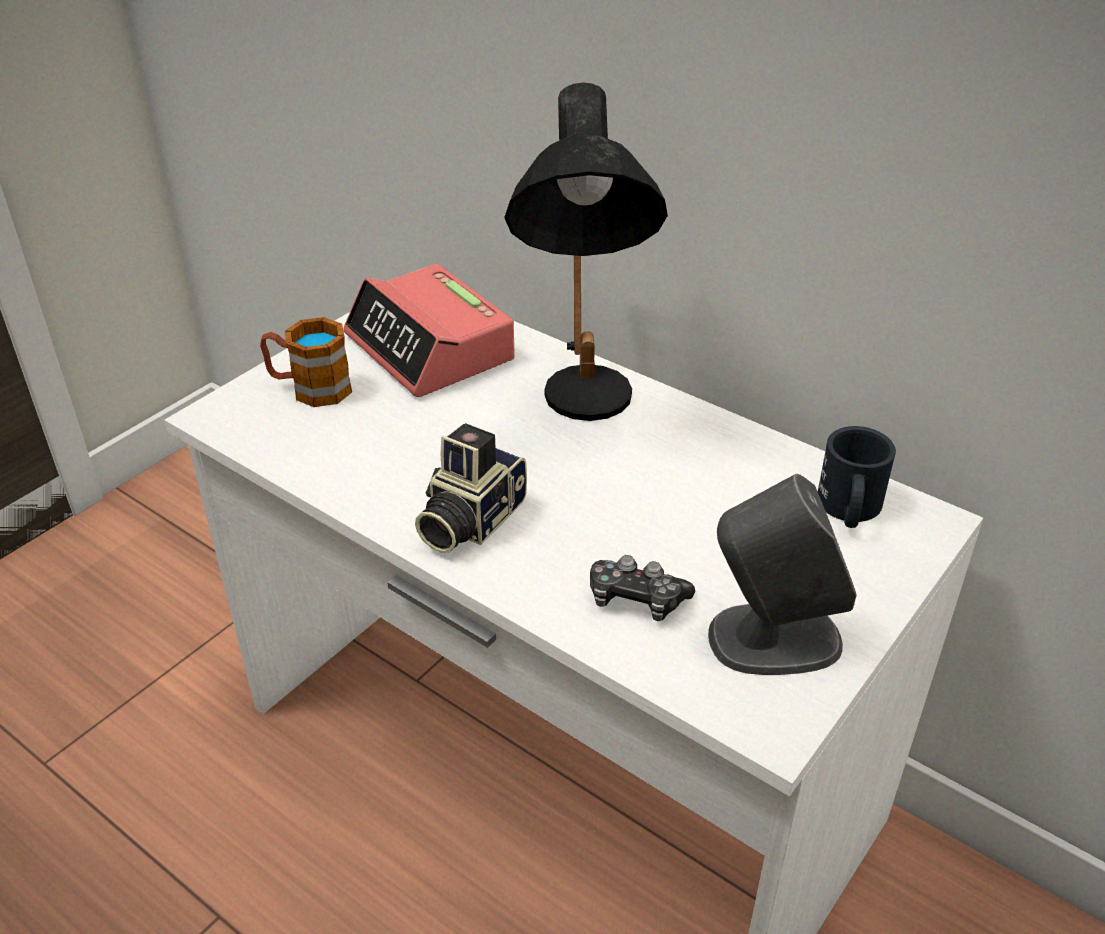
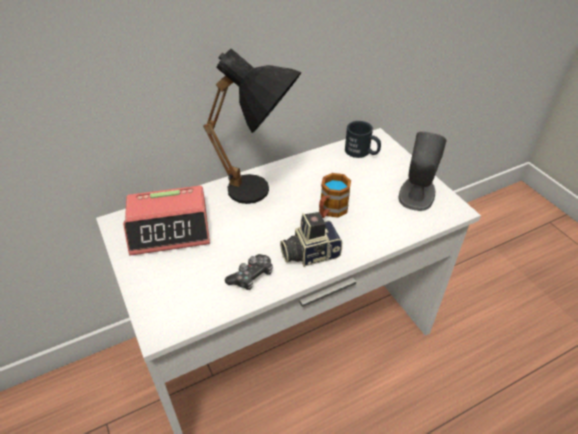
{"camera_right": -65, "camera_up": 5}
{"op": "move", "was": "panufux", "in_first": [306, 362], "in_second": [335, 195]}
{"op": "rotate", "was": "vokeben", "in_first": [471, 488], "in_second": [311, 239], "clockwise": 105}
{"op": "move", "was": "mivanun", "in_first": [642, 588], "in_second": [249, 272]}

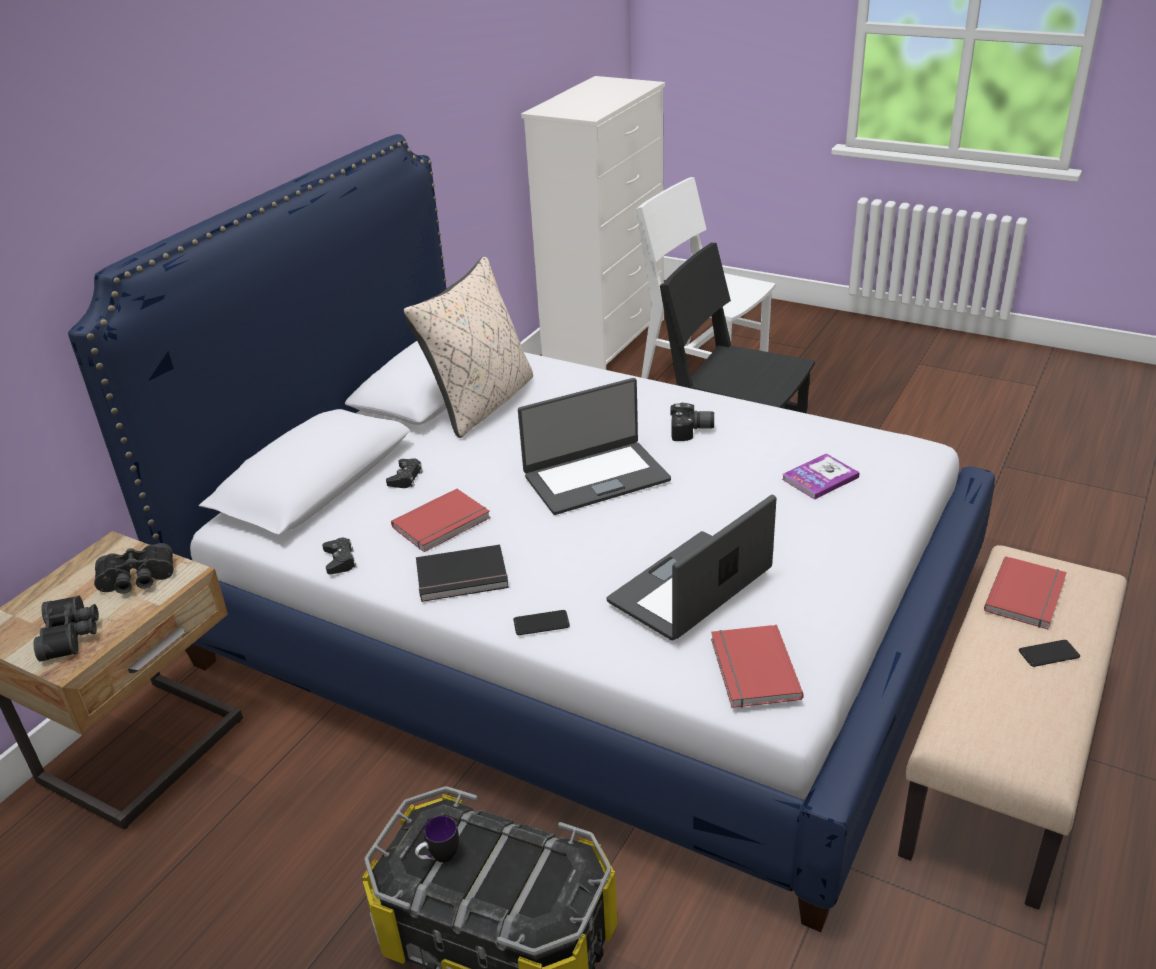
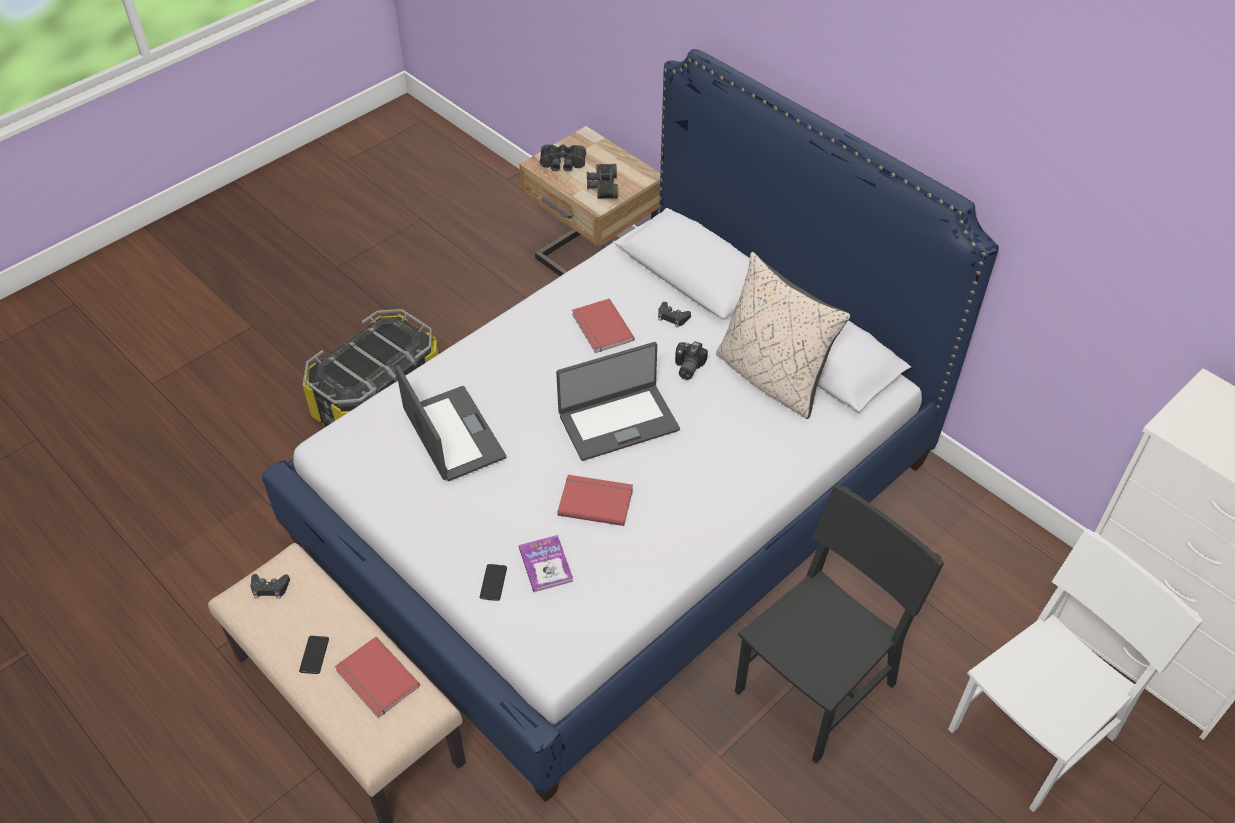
{"camera_right": 105, "camera_up": 15}
{"op": "move", "was": "mivanun (black)", "in_first": [339, 556], "in_second": [270, 586]}
{"op": "delete", "was": "panufux", "in_first": [437, 839]}
{"op": "delete", "was": "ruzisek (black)", "in_first": [462, 573]}
{"op": "move", "was": "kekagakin", "in_first": [541, 622], "in_second": [493, 582]}
{"op": "rotate", "was": "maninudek", "in_first": [594, 446], "in_second": [618, 401], "clockwise": -105}
{"op": "move", "was": "vokeben", "in_first": [692, 422], "in_second": [691, 360]}
{"op": "move", "was": "ruzisek (red)", "in_first": [757, 666], "in_second": [595, 500]}

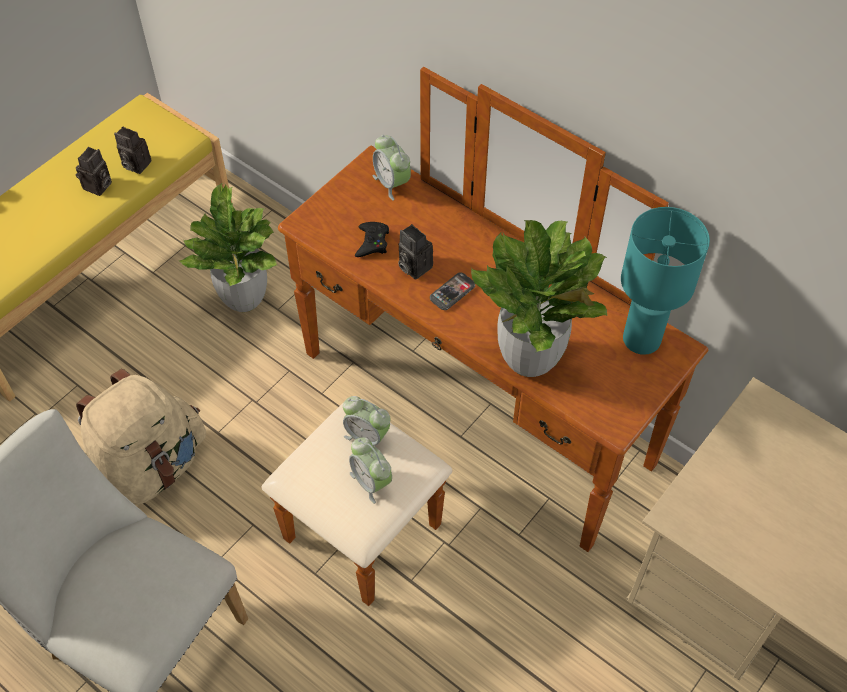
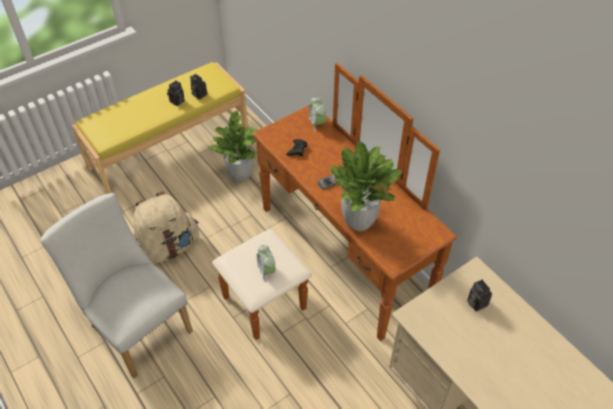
{"camera_right": 15, "camera_up": -5}
{"op": "delete", "was": "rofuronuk", "in_first": [366, 421]}
{"op": "move", "was": "vokeben", "in_first": [415, 251], "in_second": [479, 295]}
{"op": "delete", "was": "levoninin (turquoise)", "in_first": [665, 281]}

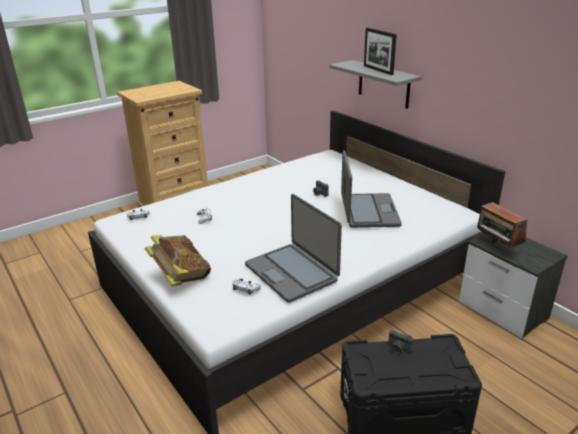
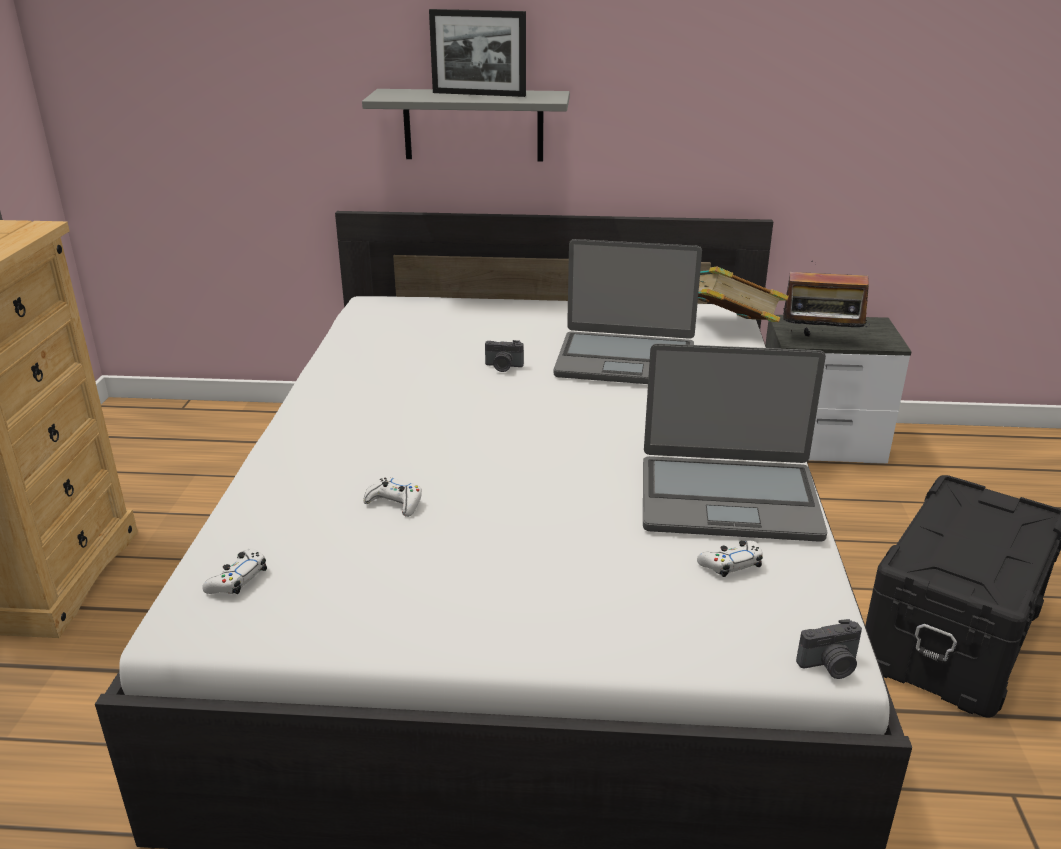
{"camera_right": -50, "camera_up": 0}
{"op": "move", "was": "ruzisek", "in_first": [178, 261], "in_second": [743, 294]}
{"op": "rotate", "was": "maninudek", "in_first": [371, 189], "in_second": [628, 311], "clockwise": 150}
{"op": "move", "was": "vokeben", "in_first": [401, 342], "in_second": [829, 649]}

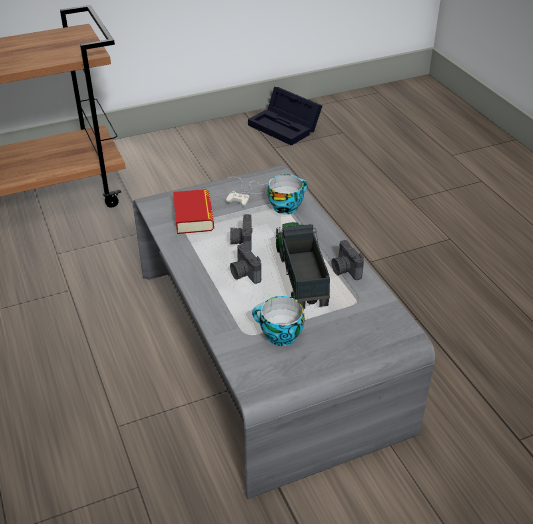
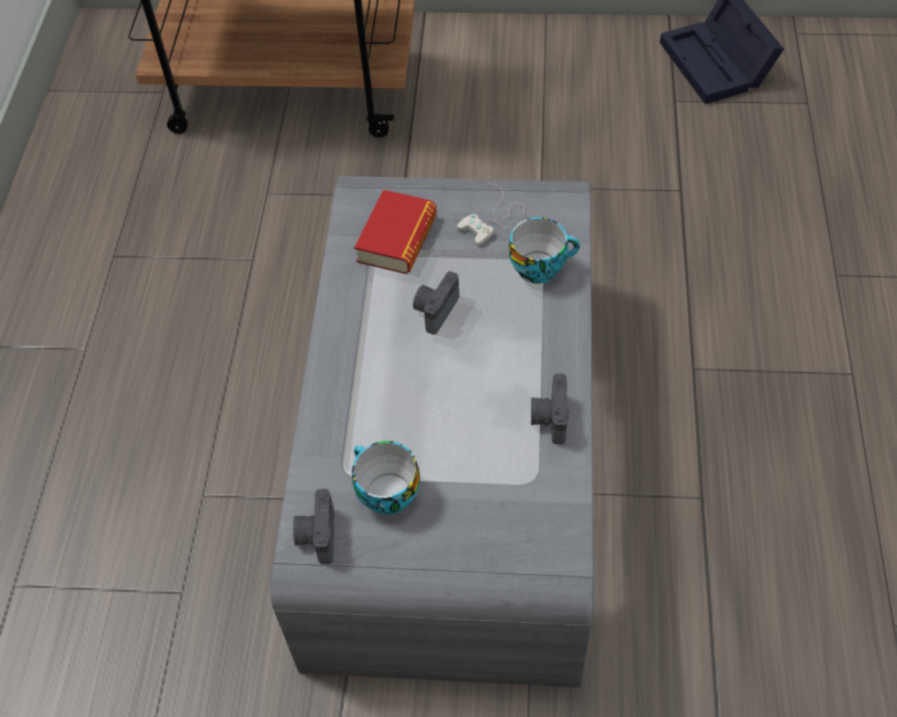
{"camera_right": 30, "camera_up": 15}
{"op": "move", "was": "vokeben", "in_first": [245, 264], "in_second": [313, 526]}
{"op": "delete", "was": "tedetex", "in_first": [303, 265]}

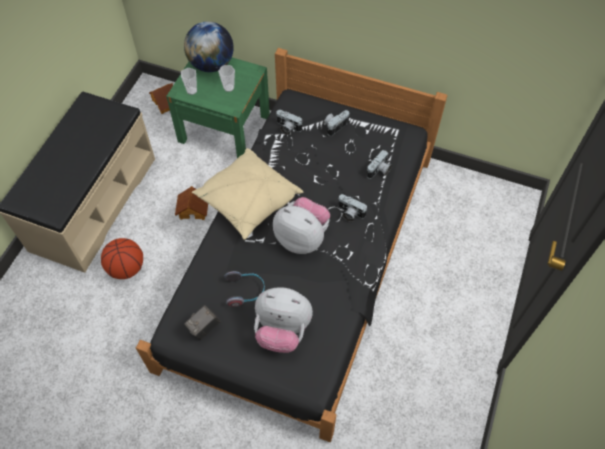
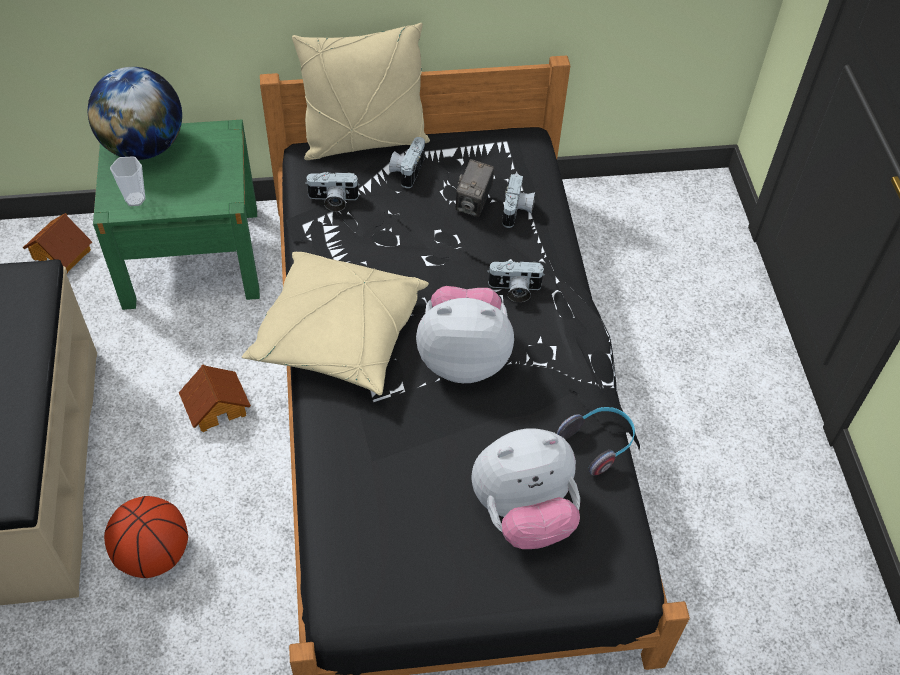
{"camera_right": -30, "camera_up": -5}
{"op": "move", "was": "vokeben", "in_first": [203, 322], "in_second": [474, 188]}
{"op": "delete", "was": "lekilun", "in_first": [226, 78]}
{"op": "move", "was": "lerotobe", "in_first": [244, 289], "in_second": [596, 441]}
{"op": "insert", "now": "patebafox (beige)", "in_second": [361, 91]}

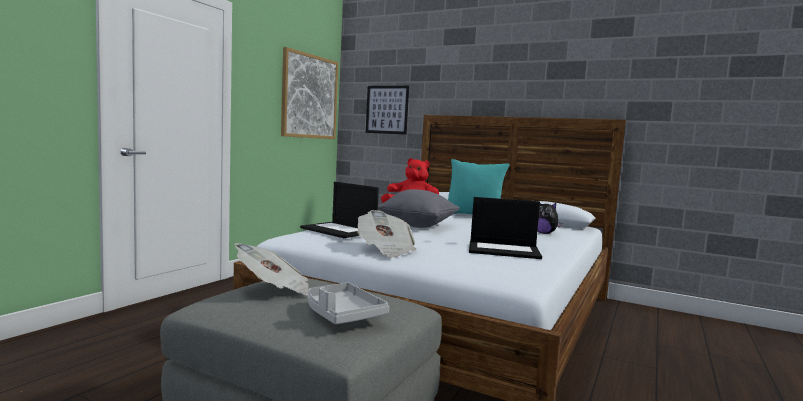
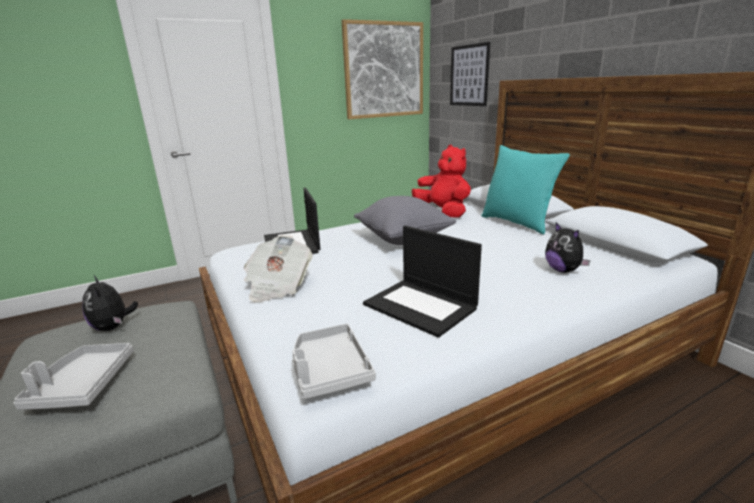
{"camera_right": 35, "camera_up": 15}
{"op": "replace", "was": "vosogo", "now": "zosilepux", "in_first": [271, 269], "in_second": [110, 303]}
{"op": "insert", "now": "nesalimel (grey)", "in_second": [334, 361]}

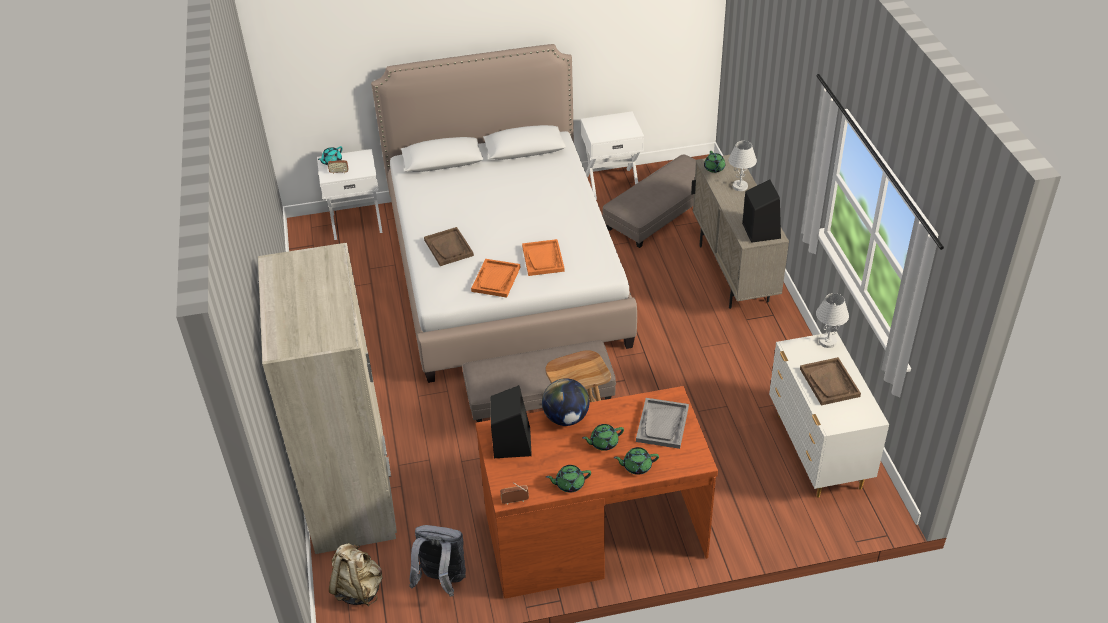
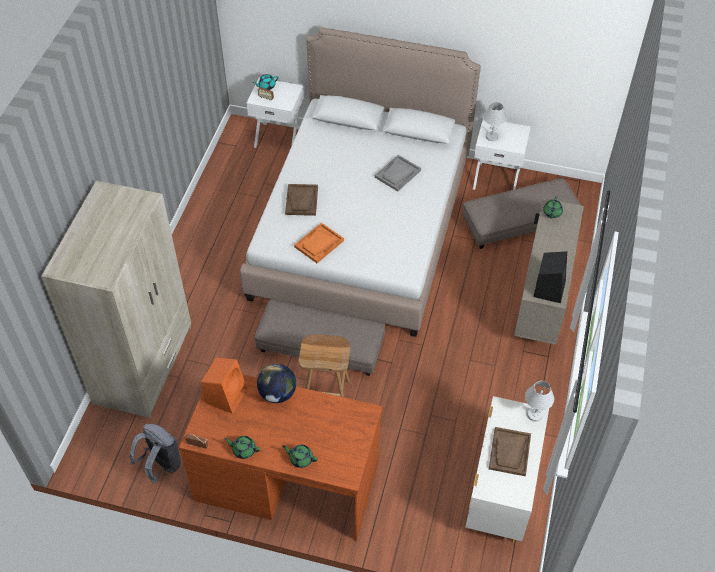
{"camera_right": 25, "camera_up": 10}
{"op": "delete", "was": "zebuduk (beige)", "in_first": [356, 574]}
{"op": "recolor", "was": "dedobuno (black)", "now": "dedobuno (orange)", "in_first": [511, 421], "in_second": [224, 385]}
{"op": "delete", "was": "nesalimel (orange)", "in_first": [543, 257]}
{"op": "delete", "was": "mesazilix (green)", "in_first": [603, 437]}
{"op": "move", "was": "nesalimel (grey)", "in_first": [662, 423], "in_second": [398, 173]}
{"op": "move", "was": "levoninin (white)", "in_first": [742, 166], "in_second": [495, 121]}

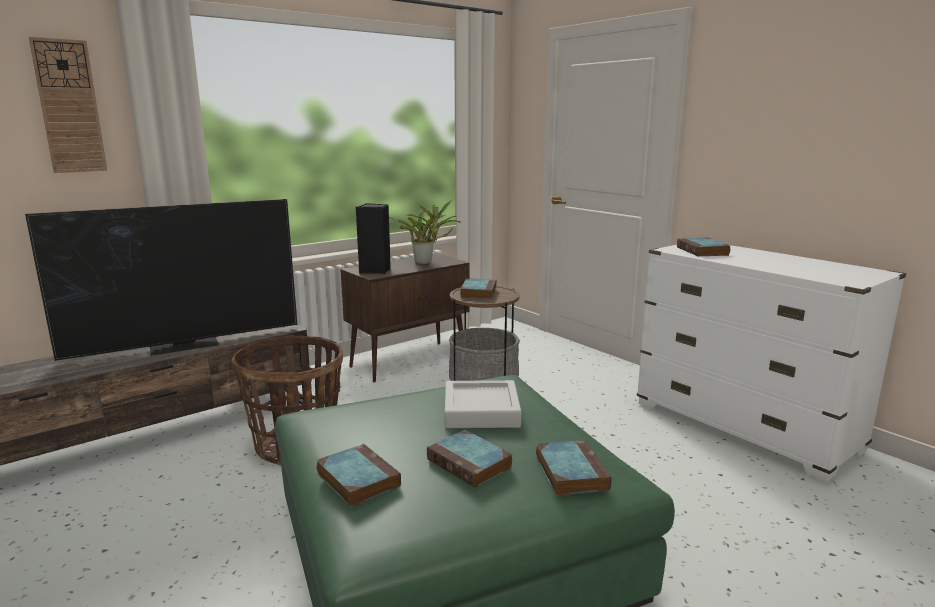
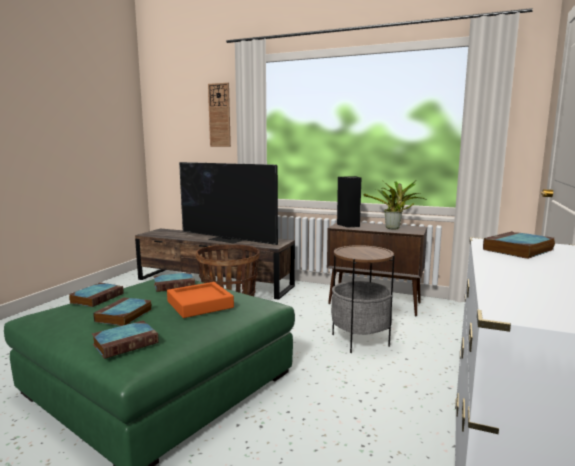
{"camera_right": 60, "camera_up": -5}
{"op": "recolor", "was": "nesalimel (grey)", "now": "nesalimel (orange)", "in_first": [483, 404], "in_second": [200, 300]}
{"op": "move", "was": "ruzisek", "in_first": [478, 288], "in_second": [174, 282]}

